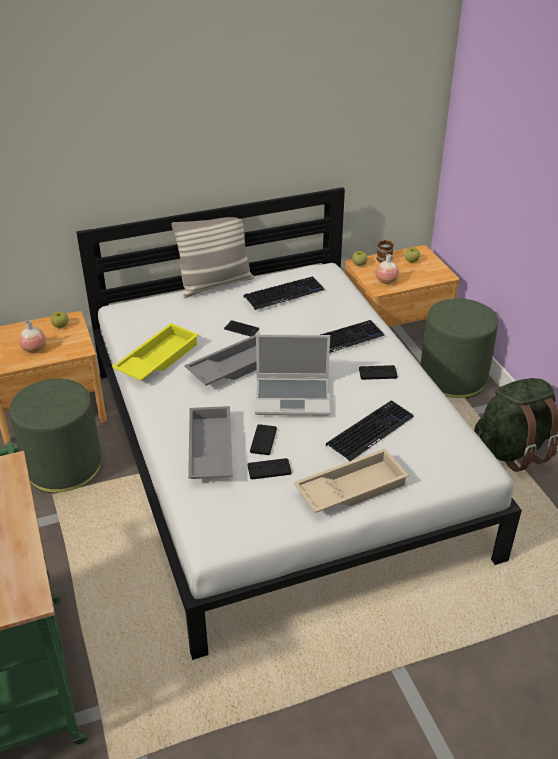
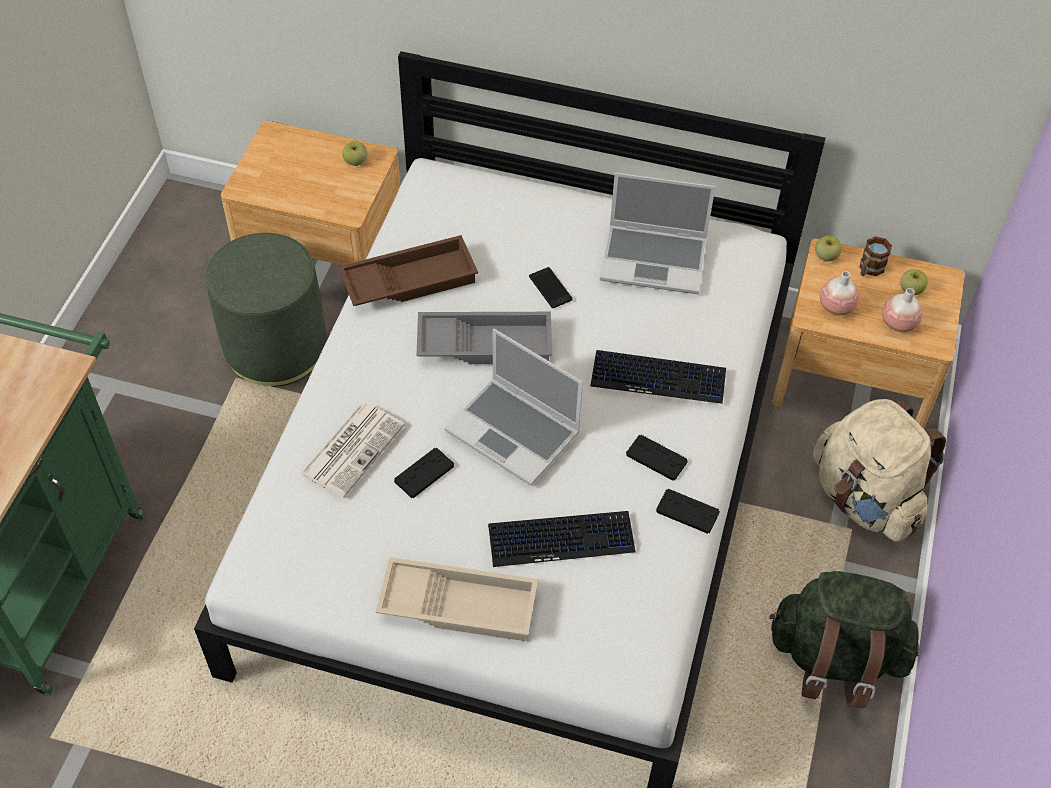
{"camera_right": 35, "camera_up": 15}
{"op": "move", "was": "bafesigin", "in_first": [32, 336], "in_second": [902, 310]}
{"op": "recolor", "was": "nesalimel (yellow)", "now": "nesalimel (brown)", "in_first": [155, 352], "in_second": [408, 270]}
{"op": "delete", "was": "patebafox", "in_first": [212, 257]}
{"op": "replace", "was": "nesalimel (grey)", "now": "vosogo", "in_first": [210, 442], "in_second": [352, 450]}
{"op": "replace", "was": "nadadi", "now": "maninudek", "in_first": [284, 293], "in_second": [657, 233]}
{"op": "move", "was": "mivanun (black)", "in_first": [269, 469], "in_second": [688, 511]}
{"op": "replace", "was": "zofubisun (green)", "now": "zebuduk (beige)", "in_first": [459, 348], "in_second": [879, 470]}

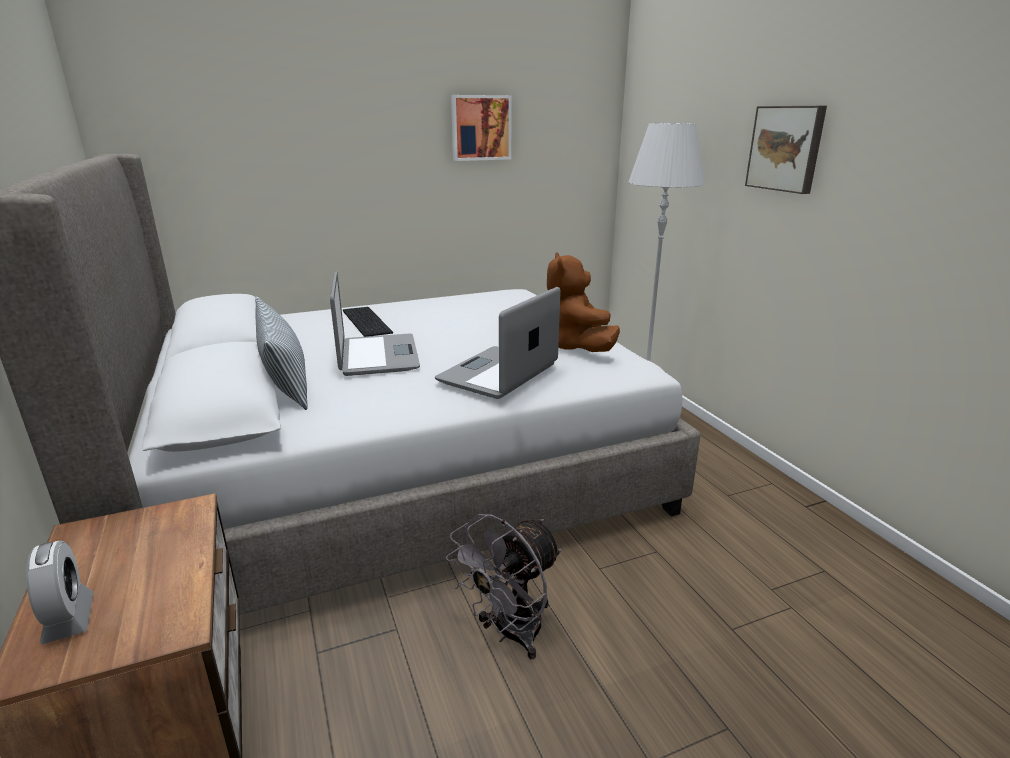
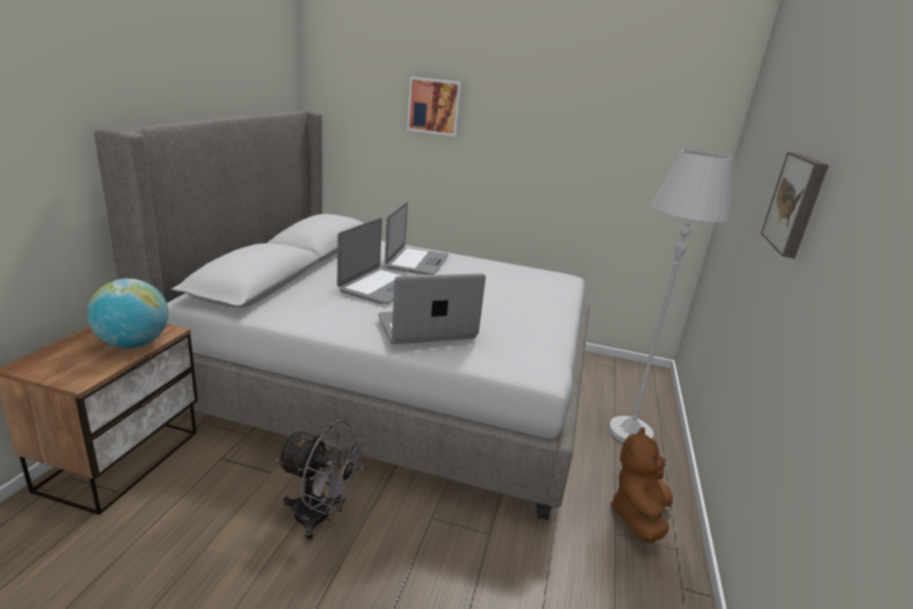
{"camera_right": 35, "camera_up": 0}
{"op": "delete", "was": "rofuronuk", "in_first": [60, 592]}
{"op": "delete", "was": "patebafox", "in_first": [281, 353]}
{"op": "replace", "was": "nadadi", "now": "maninudek", "in_first": [368, 322], "in_second": [417, 238]}
{"op": "rotate", "was": "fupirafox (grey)", "in_first": [504, 586], "in_second": [322, 480], "clockwise": -150}
{"op": "move", "was": "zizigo", "in_first": [481, 128], "in_second": [434, 107]}
{"op": "move", "was": "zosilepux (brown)", "in_first": [583, 302], "in_second": [641, 485]}
{"op": "insert", "now": "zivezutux", "in_second": [127, 314]}

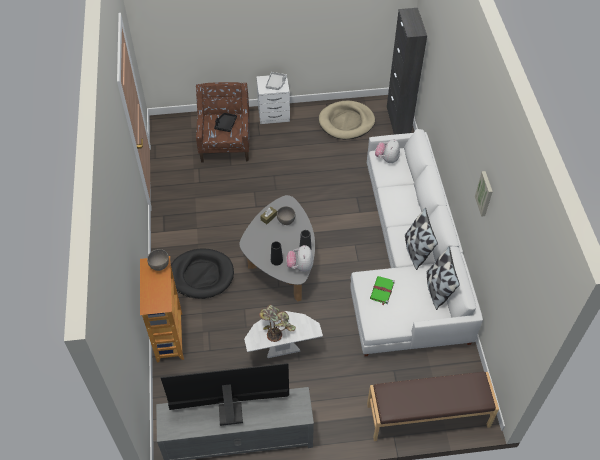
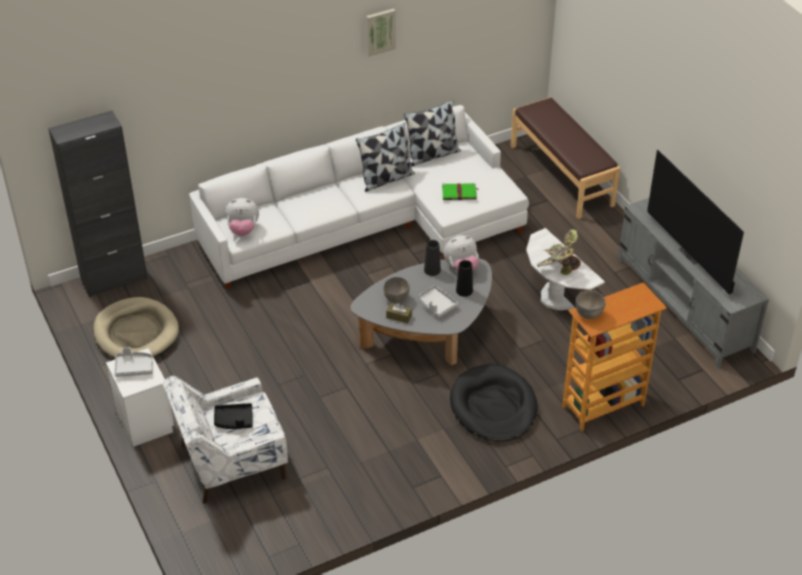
{"camera_right": -110, "camera_up": -10}
{"op": "recolor", "was": "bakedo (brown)", "now": "bakedo (white)", "in_first": [222, 122], "in_second": [225, 440]}
{"op": "insert", "now": "nesalimel (grey)", "in_second": [438, 301]}

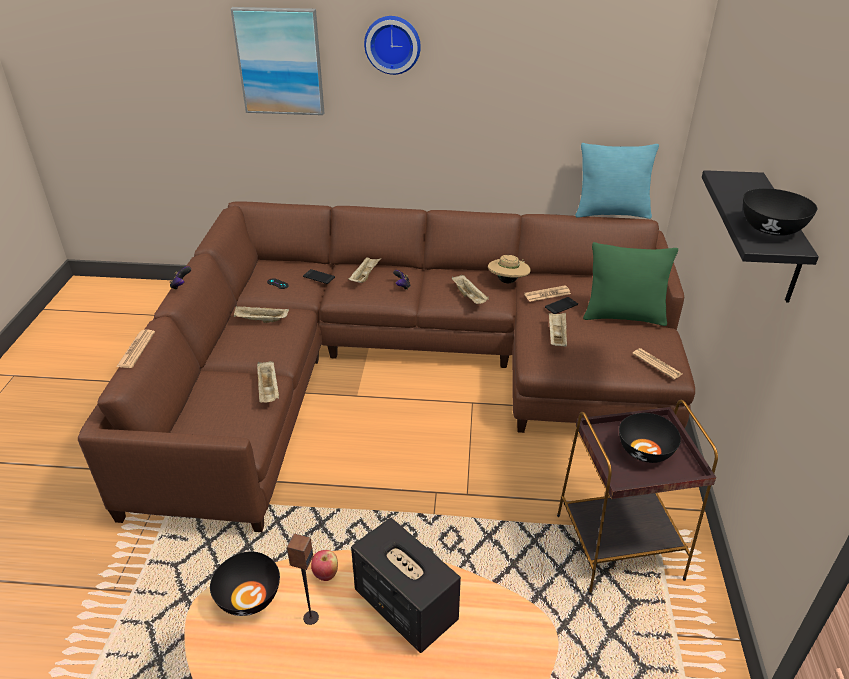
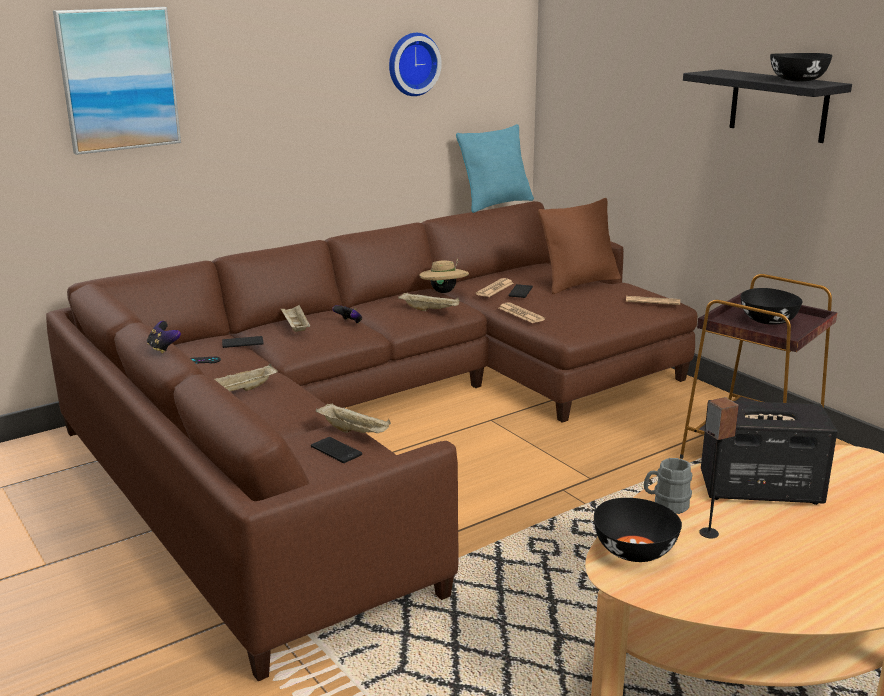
{"camera_right": -40, "camera_up": -15}
{"op": "move", "was": "vosogo", "in_first": [135, 349], "in_second": [522, 312]}
{"op": "replace", "was": "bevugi", "now": "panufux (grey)", "in_first": [324, 565], "in_second": [668, 486]}
{"op": "move", "was": "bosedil", "in_first": [392, 45], "in_second": [415, 64]}
{"op": "delete", "was": "nesalimel (beige)", "in_first": [558, 330]}
{"op": "recolor", "was": "patebafox (green)", "now": "patebafox (brown)", "in_first": [630, 284], "in_second": [579, 246]}
{"op": "insert", "now": "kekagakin", "in_second": [336, 450]}

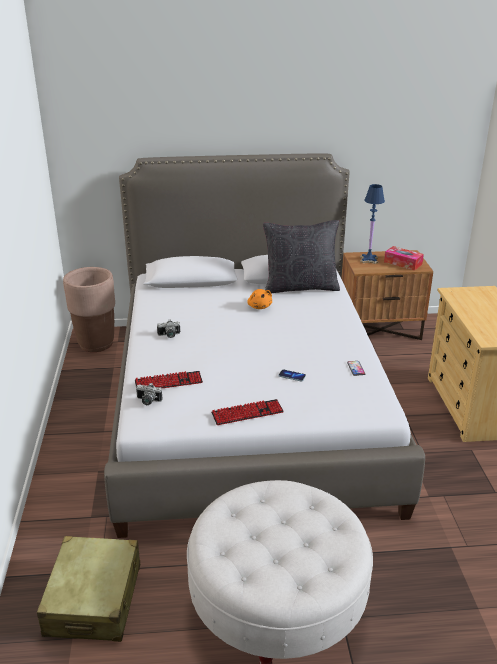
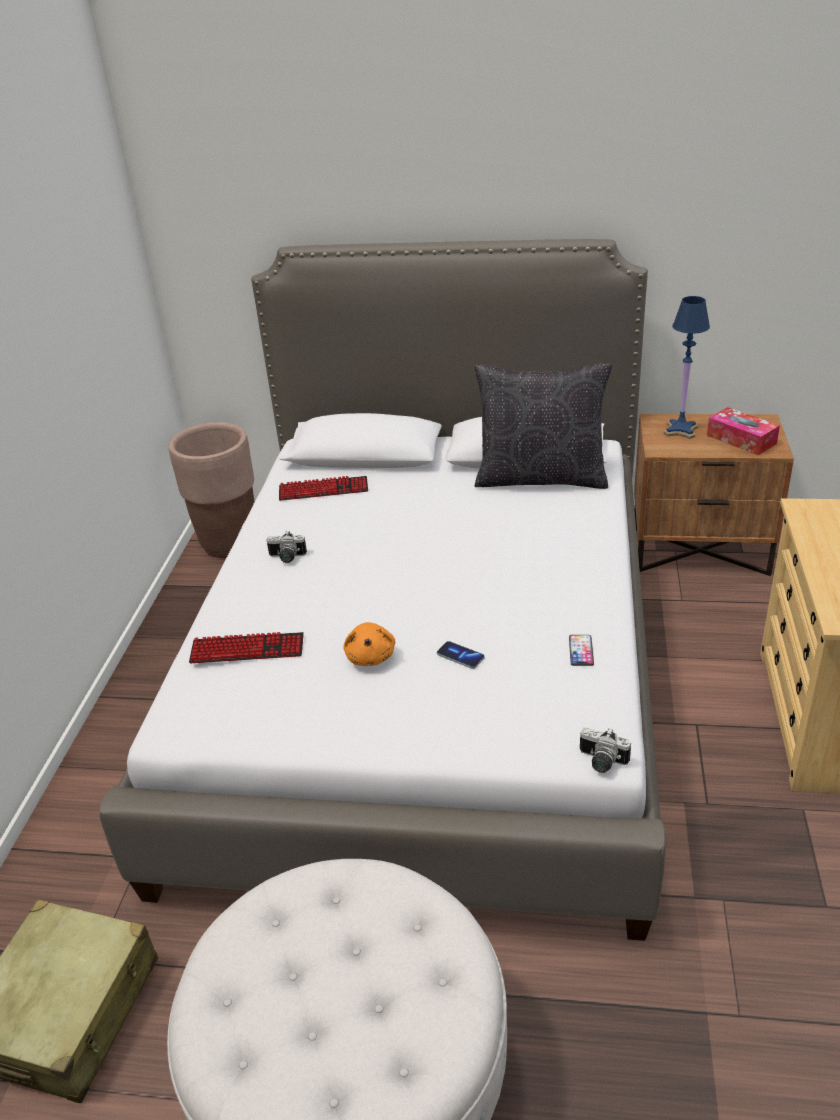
{"camera_right": 15, "camera_up": 5}
{"op": "move", "was": "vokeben", "in_first": [149, 394], "in_second": [605, 750]}
{"op": "move", "was": "nadadi", "in_first": [247, 412], "in_second": [323, 488]}
{"op": "move", "was": "zosilepux (orange)", "in_first": [259, 299], "in_second": [369, 644]}

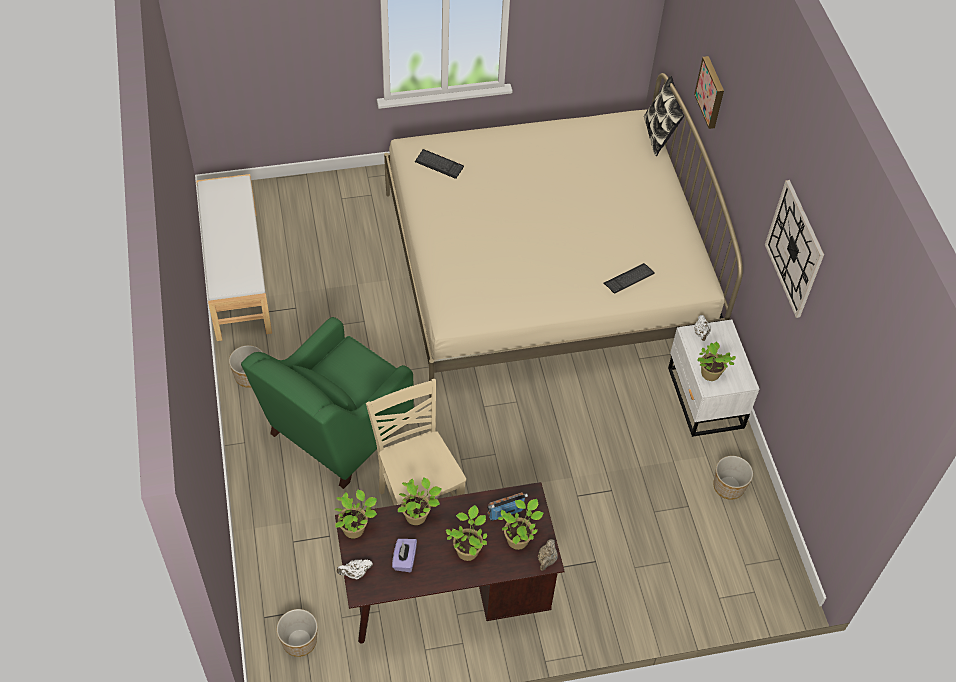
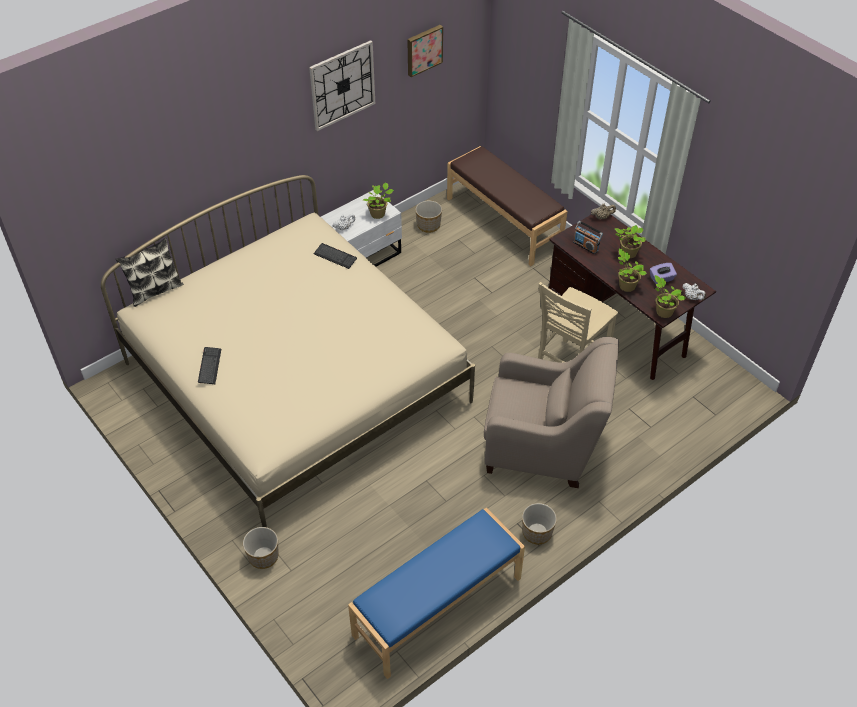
{"camera_right": -115, "camera_up": -5}
{"op": "recolor", "was": "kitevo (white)", "now": "kitevo (blue)", "in_first": [234, 257], "in_second": [436, 593]}
{"op": "recolor", "was": "bakedo (green)", "now": "bakedo (beige)", "in_first": [327, 403], "in_second": [551, 412]}
{"op": "move", "was": "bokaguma", "in_first": [297, 633], "in_second": [261, 548]}
{"op": "move", "was": "nadadi", "in_first": [439, 164], "in_second": [209, 365]}
{"op": "delete", "was": "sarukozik", "in_first": [520, 524]}
{"op": "move", "was": "zizigo", "in_first": [709, 92], "in_second": [425, 51]}
{"op": "insert", "now": "kitevo (brown)", "in_second": [507, 206]}

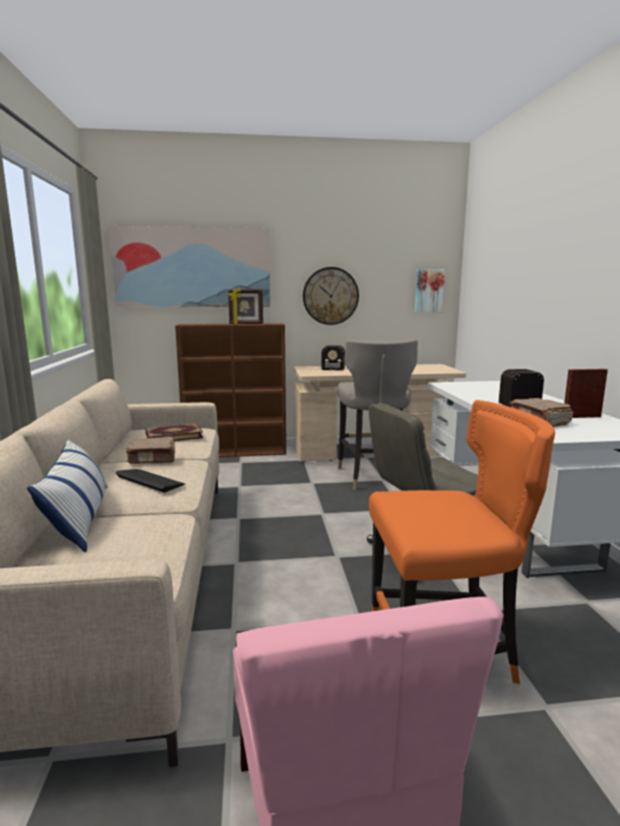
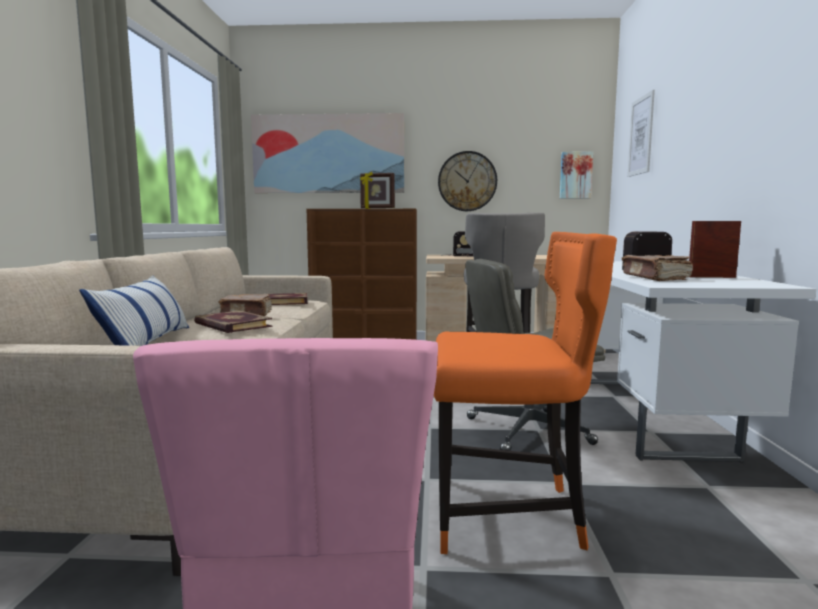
{"camera_right": 10, "camera_up": -5}
{"op": "replace", "was": "nadadi", "now": "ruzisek", "in_first": [150, 481], "in_second": [233, 321]}
{"op": "insert", "now": "zizigo", "in_second": [641, 133]}

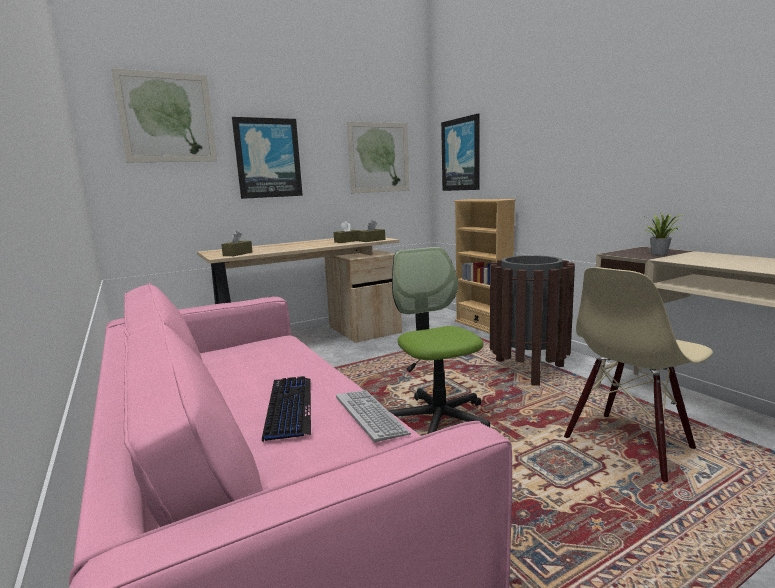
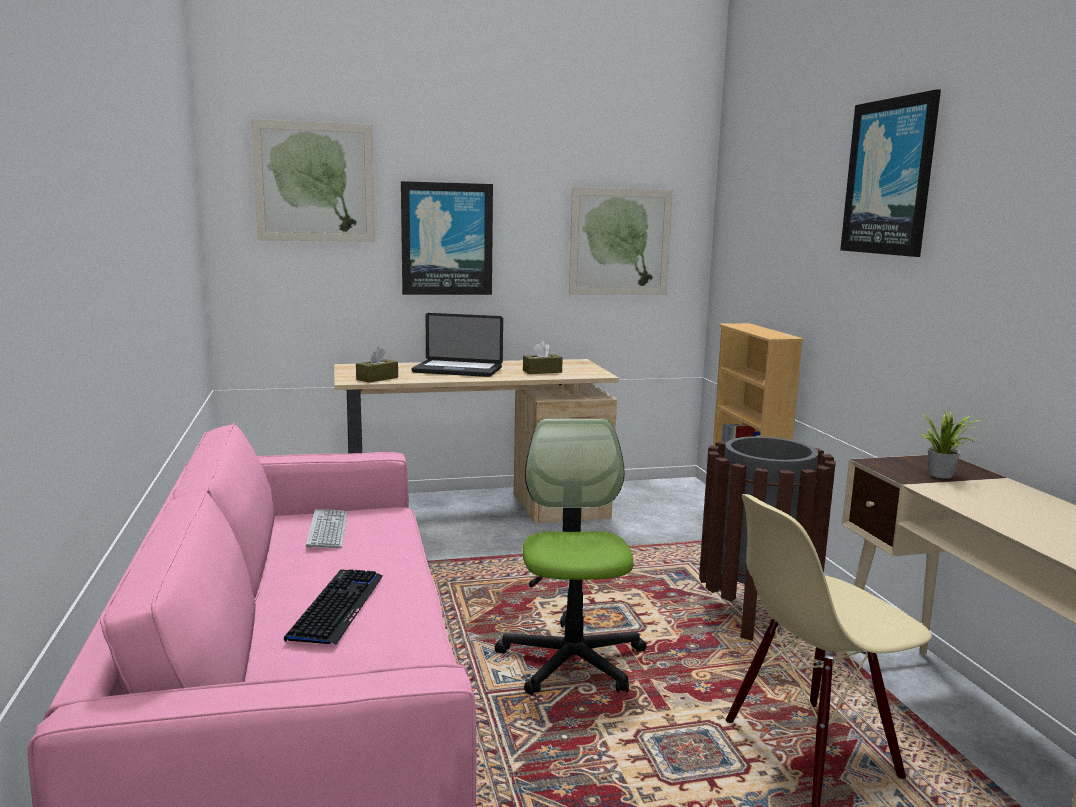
{"camera_right": 15, "camera_up": 0}
{"op": "move", "was": "nadadi", "in_first": [373, 416], "in_second": [327, 528]}
{"op": "delete", "was": "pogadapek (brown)", "in_first": [372, 231]}
{"op": "move", "was": "zizigo", "in_first": [460, 152], "in_second": [890, 173]}
{"op": "insert", "now": "maninudek", "in_second": [457, 345]}

